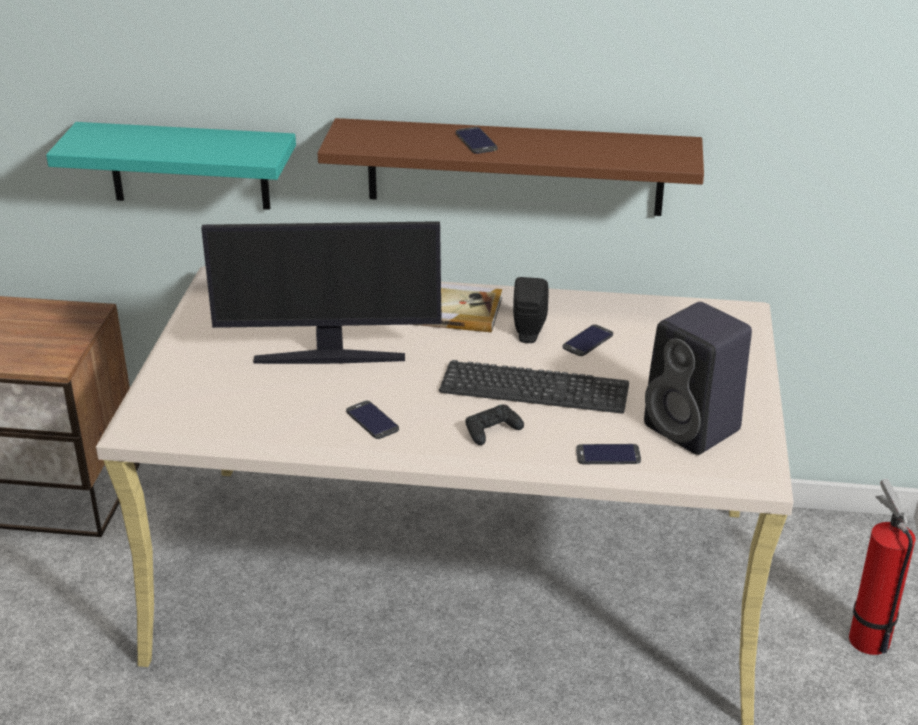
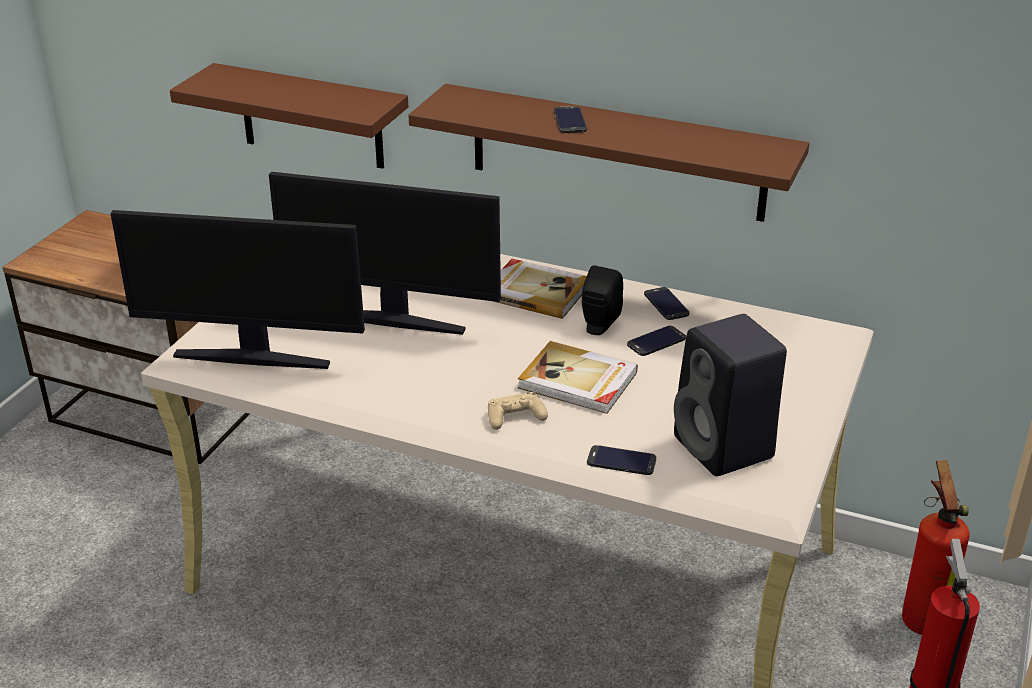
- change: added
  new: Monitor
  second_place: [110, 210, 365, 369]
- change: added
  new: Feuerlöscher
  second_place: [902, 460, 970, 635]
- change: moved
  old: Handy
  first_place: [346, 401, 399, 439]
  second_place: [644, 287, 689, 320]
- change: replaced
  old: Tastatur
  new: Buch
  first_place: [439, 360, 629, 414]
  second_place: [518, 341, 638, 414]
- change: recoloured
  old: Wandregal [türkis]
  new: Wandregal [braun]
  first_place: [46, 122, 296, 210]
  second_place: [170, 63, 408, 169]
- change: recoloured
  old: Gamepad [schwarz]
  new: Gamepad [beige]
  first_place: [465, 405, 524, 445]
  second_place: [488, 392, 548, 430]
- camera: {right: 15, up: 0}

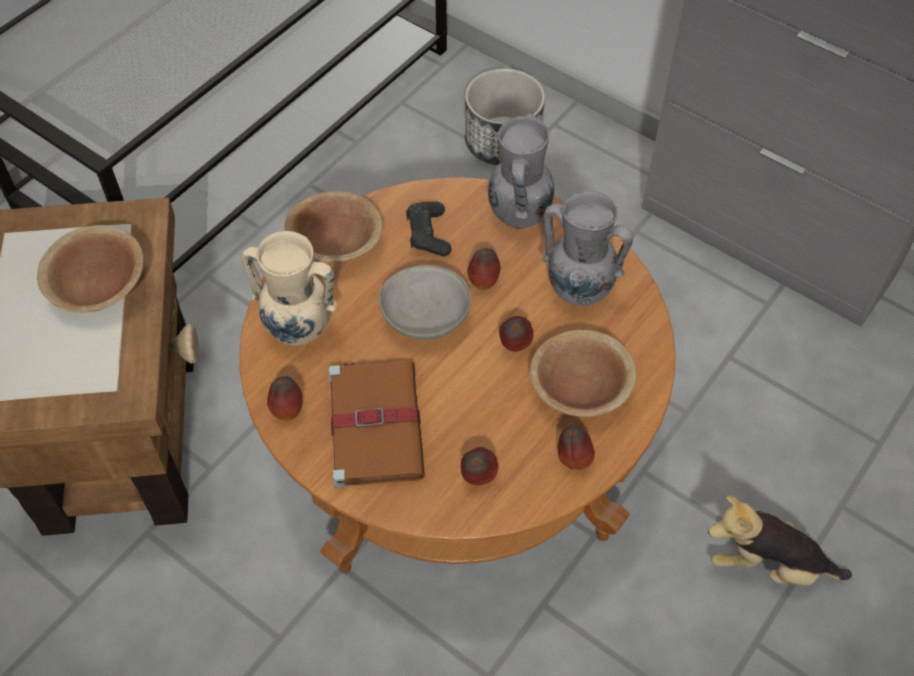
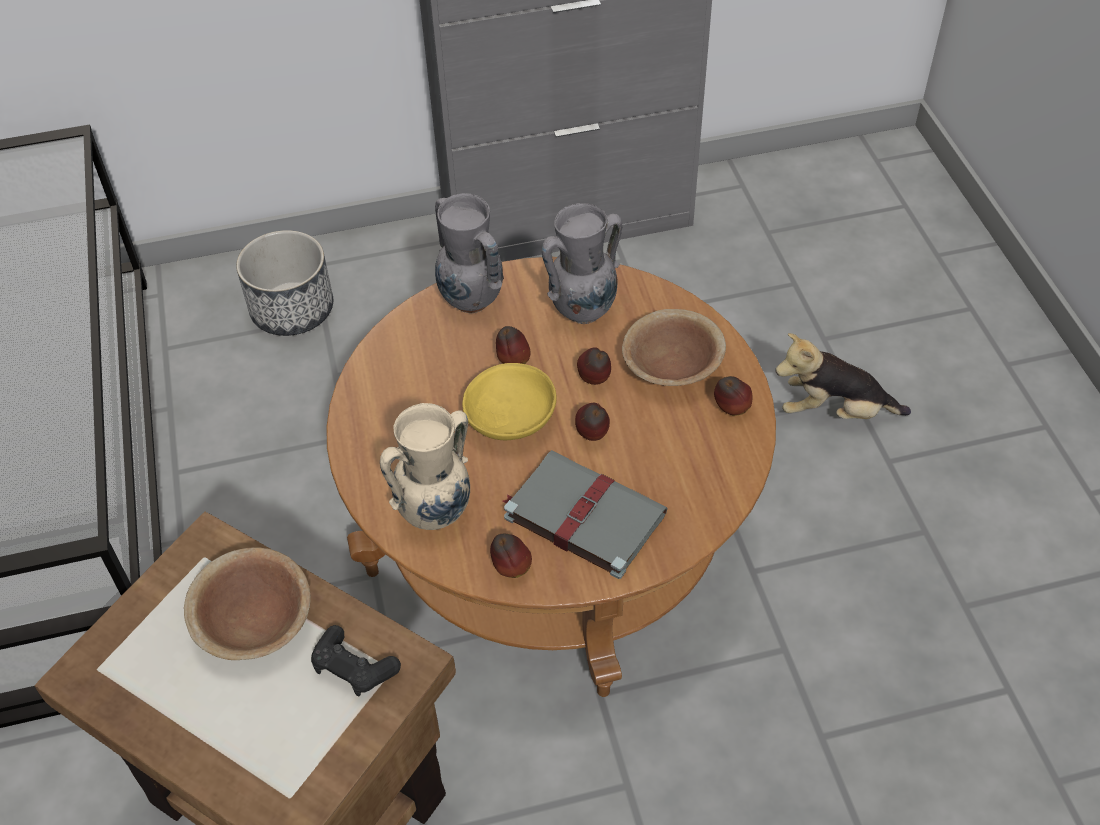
- change: removed
  old: Schüssel [braun]
  first_place: [285, 191, 383, 262]
- change: moved
  old: Gamepad [schwarz]
  first_place: [406, 202, 452, 256]
  second_place: [311, 625, 401, 696]
- change: moved
  old: Apfel
  first_place: [461, 447, 498, 485]
  second_place: [575, 403, 610, 441]
- change: recoloured
  old: Buch [braun]
  new: Buch [grau]
  first_place: [329, 361, 425, 488]
  second_place: [503, 450, 668, 579]
- change: recoloured
  old: Schüssel [grau]
  new: Schüssel [gelb]
  first_place: [379, 265, 471, 340]
  second_place: [462, 363, 557, 440]
- change: turned
  old: Plüschtier
  first_place: [708, 496, 852, 586]
  second_place: [775, 333, 911, 419]
  degrees: 45
- camera: {right: -50, up: -5}

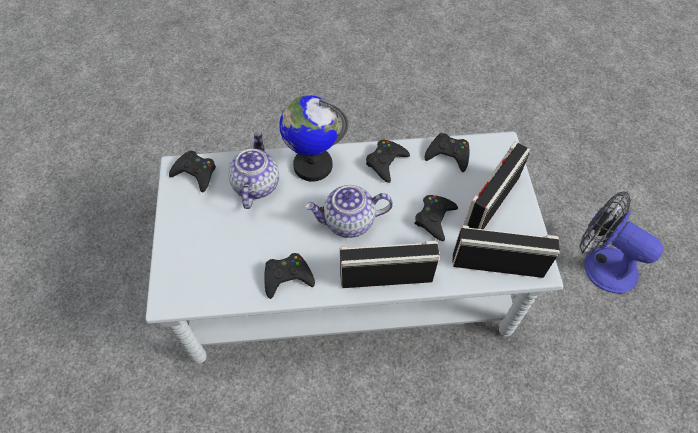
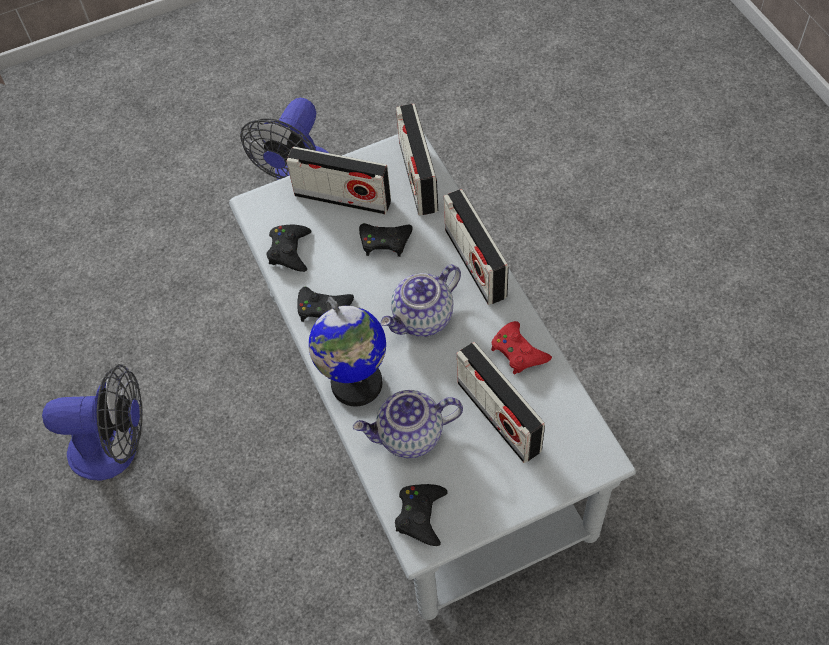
- change: added
  new: Ventilator
  second_place: [42, 364, 143, 481]
- change: added
  new: Radio
  second_place: [457, 342, 545, 463]
- change: recoloured
  old: Gamepad [schwarz]
  new: Gamepad [rot]
  first_place: [264, 253, 315, 299]
  second_place: [491, 321, 552, 374]
- change: turned
  old: Teekanne
  first_place: [305, 185, 393, 238]
  second_place: [380, 264, 461, 337]
  degrees: 75
- camera: {right: -105, up: 0}

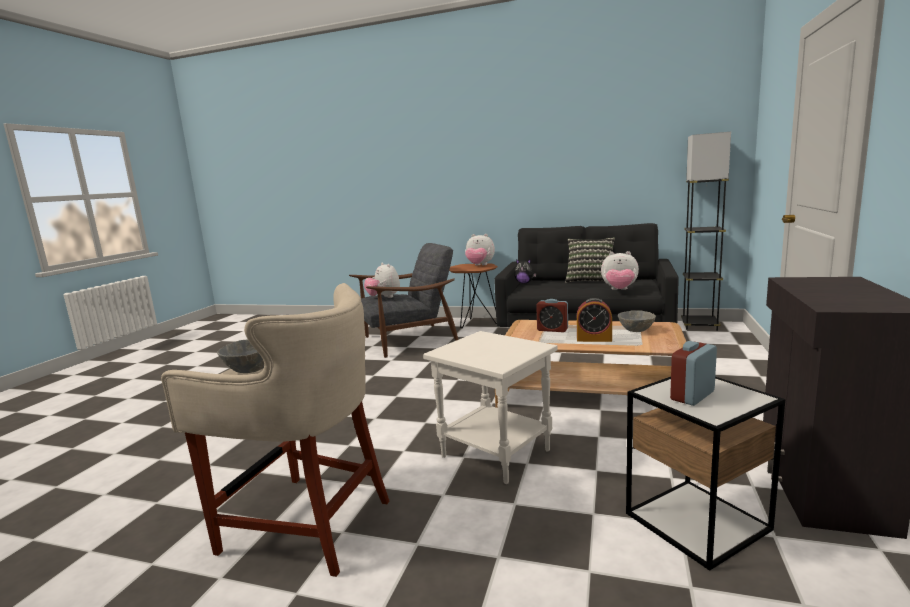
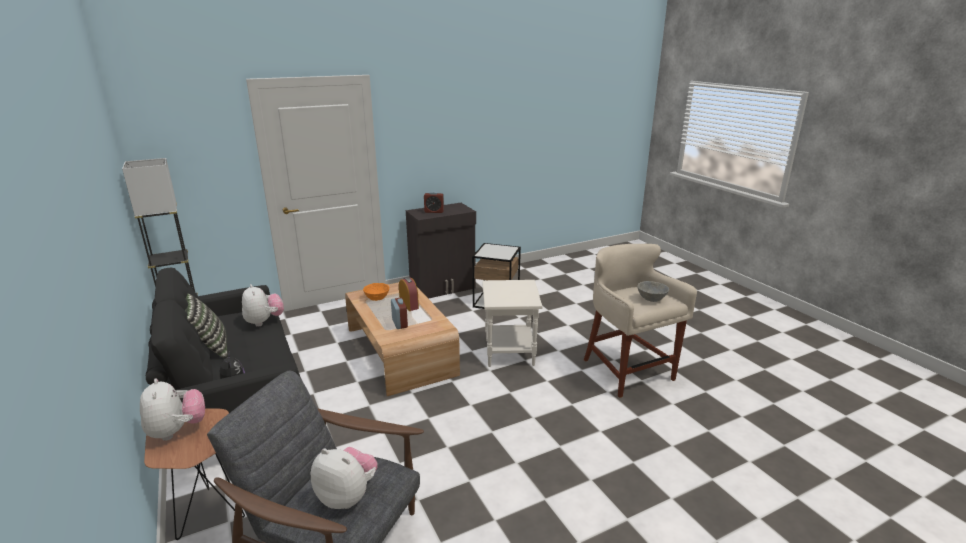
- change: moved
  old: Wecker
  first_place: [670, 341, 717, 406]
  second_place: [424, 191, 444, 213]
- change: recoloured
  old: Schüssel [grau]
  new: Schüssel [orange]
  first_place: [618, 310, 656, 332]
  second_place: [363, 283, 389, 301]
- change: turned
  old: Plüschtier
  first_place: [364, 263, 400, 298]
  second_place: [311, 447, 378, 509]
  degrees: -75
- camera: {right: -135, up: 10}

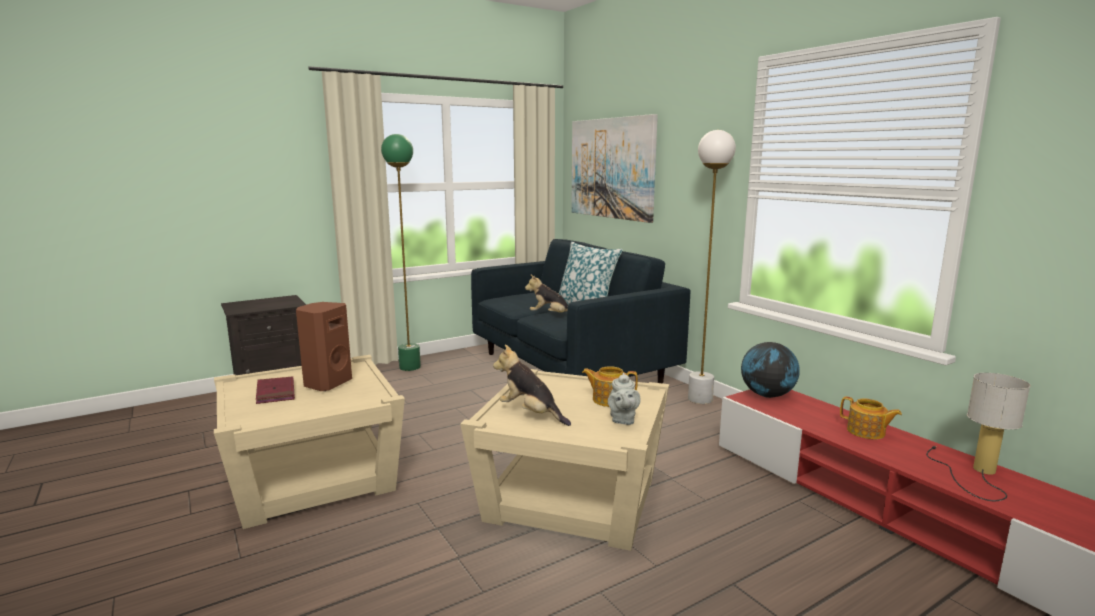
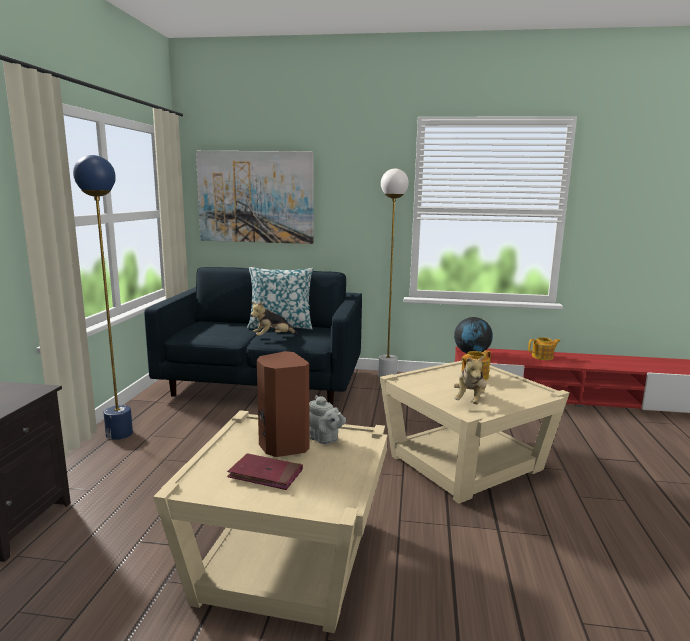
- change: removed
  old: Tischlampe
  first_place: [926, 373, 1031, 501]
- change: moved
  old: Teekanne [grau]
  first_place: [608, 373, 641, 425]
  second_place: [309, 395, 346, 444]
- change: recoloured
  old: Stehlampe [grün]
  new: Stehlampe [blau]
  first_place: [381, 134, 421, 371]
  second_place: [73, 155, 133, 440]
- change: turned
  old: Plüschtier
  first_place: [493, 345, 571, 426]
  second_place: [454, 355, 487, 404]
  degrees: -60
- camera: {right: -50, up: 0}

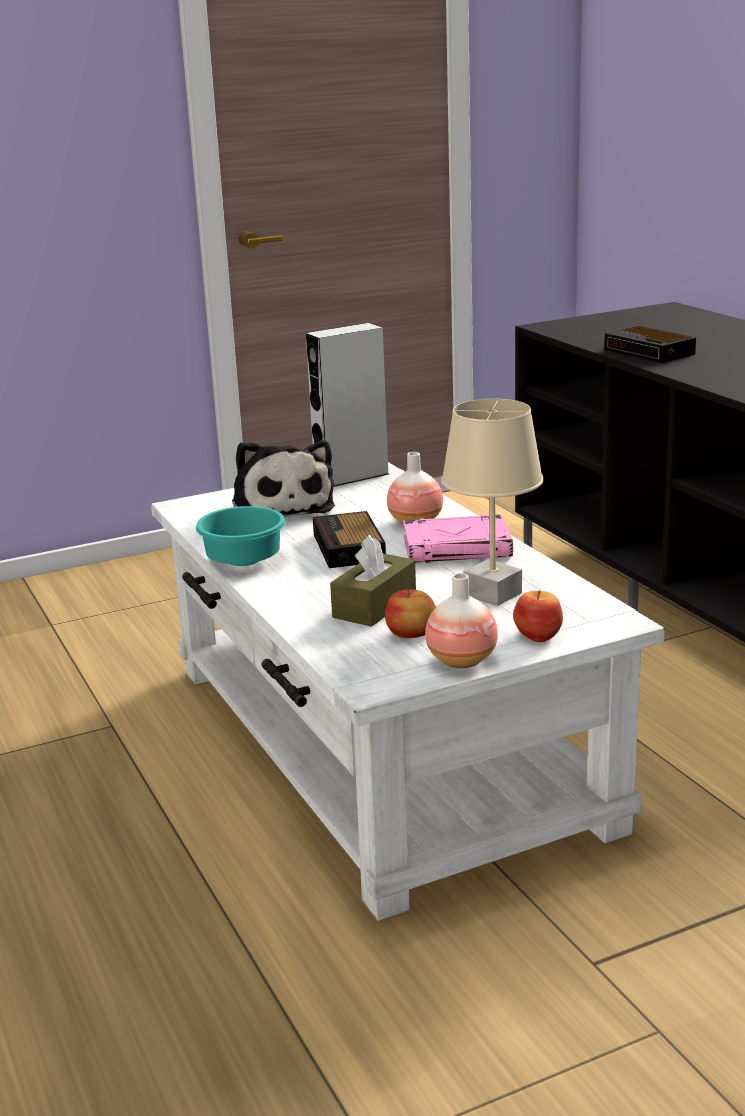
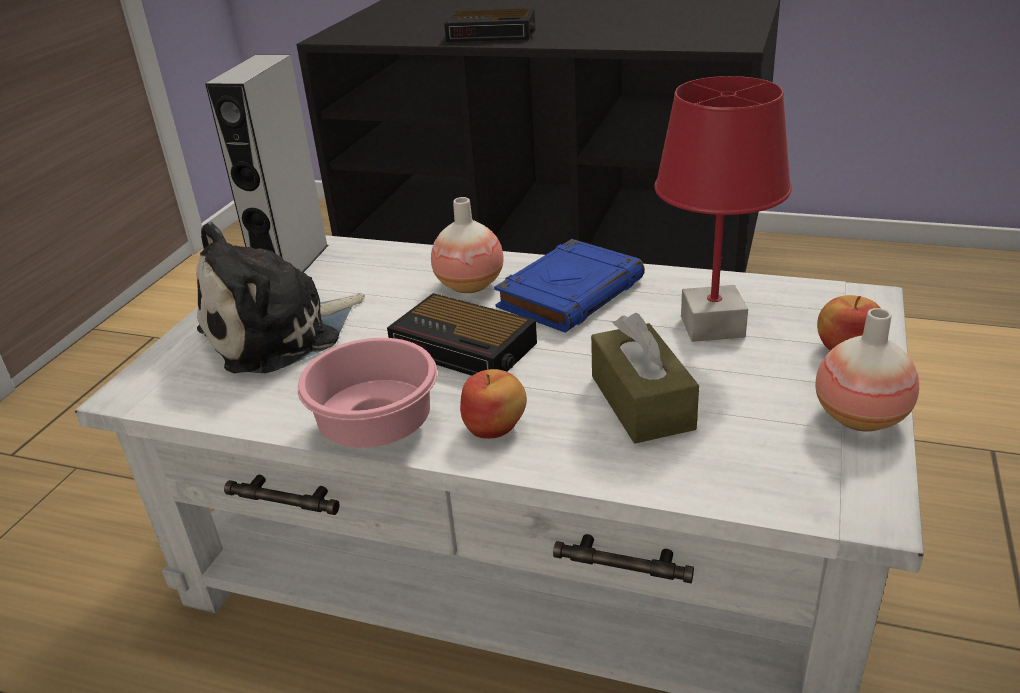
- change: moved
  old: Apfel
  first_place: [385, 588, 436, 638]
  second_place: [460, 369, 527, 439]
- change: recoloured
  old: Schüssel [türkis]
  new: Schüssel [rosa]
  first_place: [196, 506, 285, 566]
  second_place: [297, 338, 437, 448]
- change: recoloured
  old: Buch [rosa]
  new: Buch [blau]
  first_place: [403, 514, 513, 563]
  second_place: [494, 239, 645, 333]
- change: recoloured
  old: Tischlampe [beige]
  new: Tischlampe [rot]
  first_place: [441, 399, 544, 606]
  second_place: [654, 76, 792, 342]
- change: turned
  old: Plüschtier
  first_place: [232, 440, 335, 517]
  second_place: [196, 222, 365, 373]
  degrees: 120
- camera: {right: -45, up: 10}

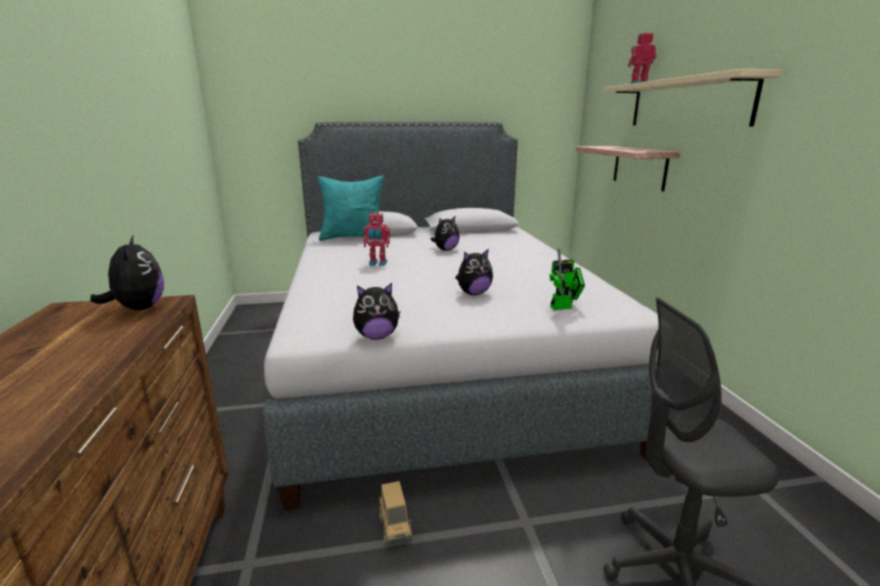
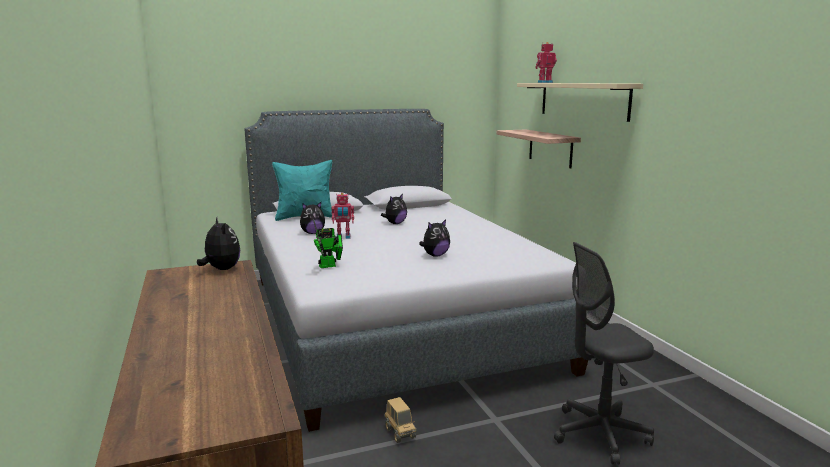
- change: moved
  old: Plüschtier
  first_place: [353, 283, 400, 340]
  second_place: [300, 202, 325, 234]
- change: moved
  old: Spielzeugroboter
  first_place: [549, 248, 585, 310]
  second_place: [313, 219, 343, 268]
- camera: {right: -10, up: -5}

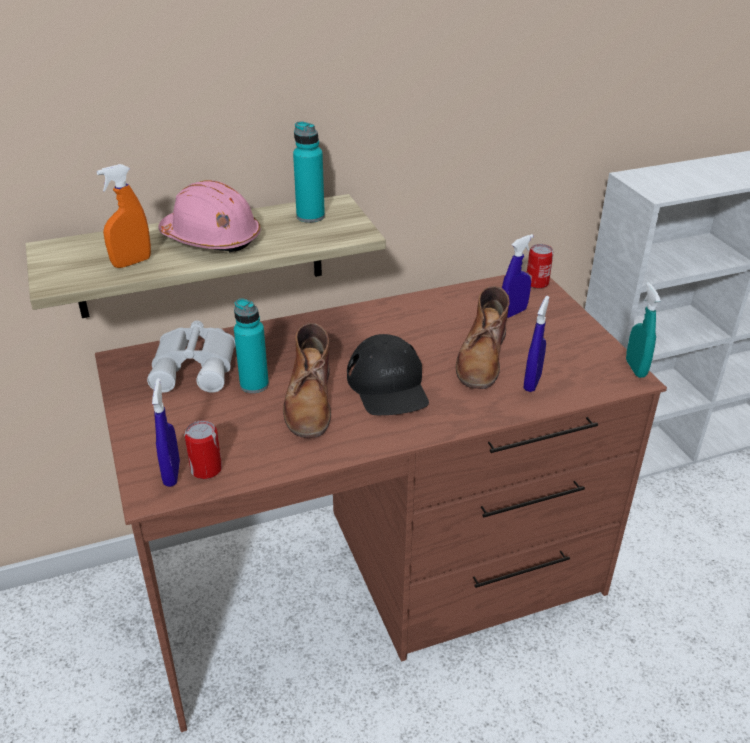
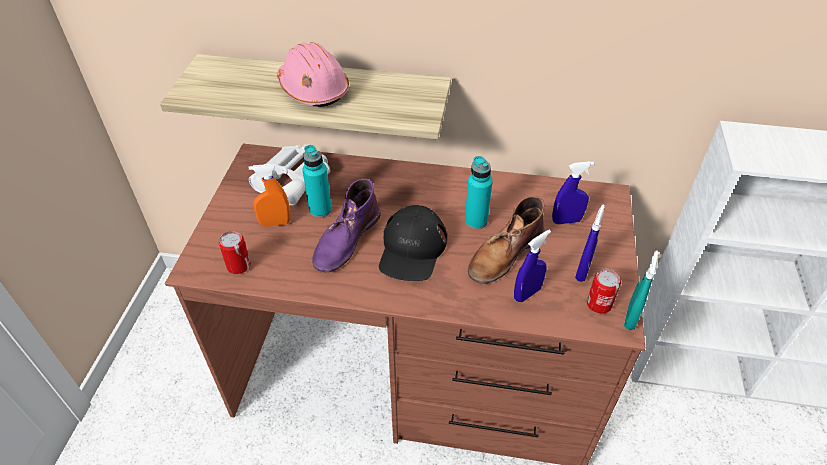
- change: moved
  old: Sprühflasche [orange]
  first_place: [96, 164, 151, 268]
  second_place: [249, 164, 290, 227]
- change: moved
  old: Sprühflasche [blau]
  first_place: [152, 378, 180, 487]
  second_place: [575, 205, 605, 282]
- change: moved
  old: Flasche [türkis]
  first_place: [293, 121, 325, 223]
  second_place: [465, 156, 493, 229]
- change: moved
  old: Dose
  first_place: [527, 244, 554, 289]
  second_place: [587, 269, 621, 314]
- change: recoloured
  old: Stiefel [braun]
  new: Stiefel [lila]
  first_place: [283, 322, 331, 438]
  second_place: [312, 179, 381, 273]
- camera: {right: 30, up: 10}

